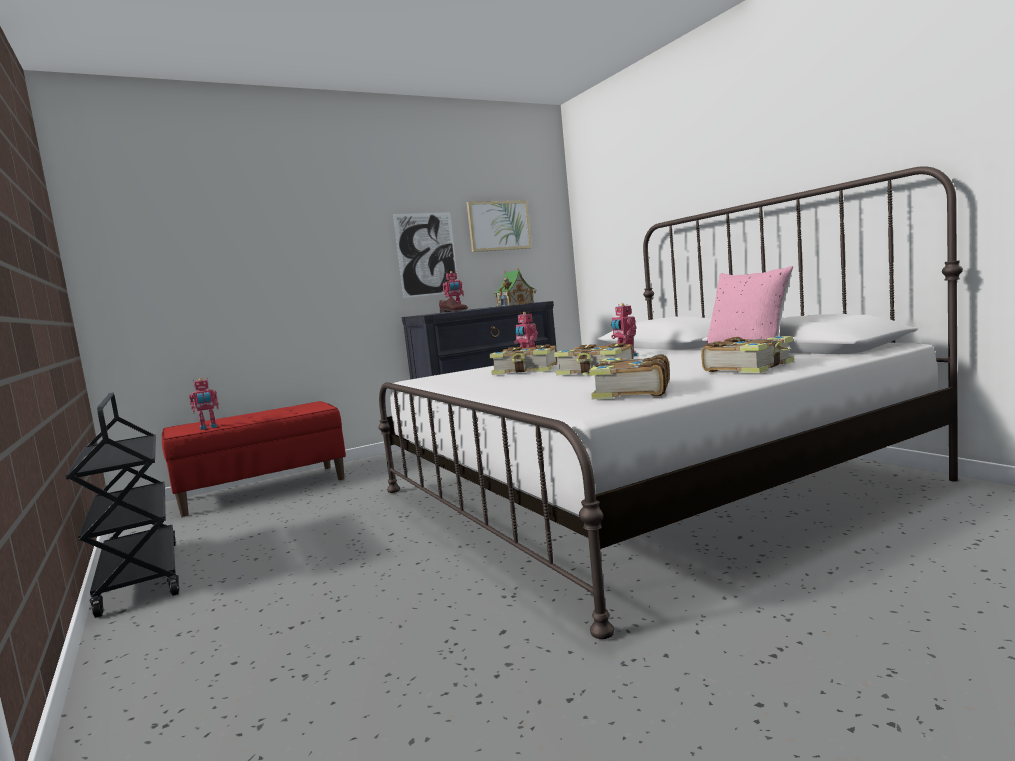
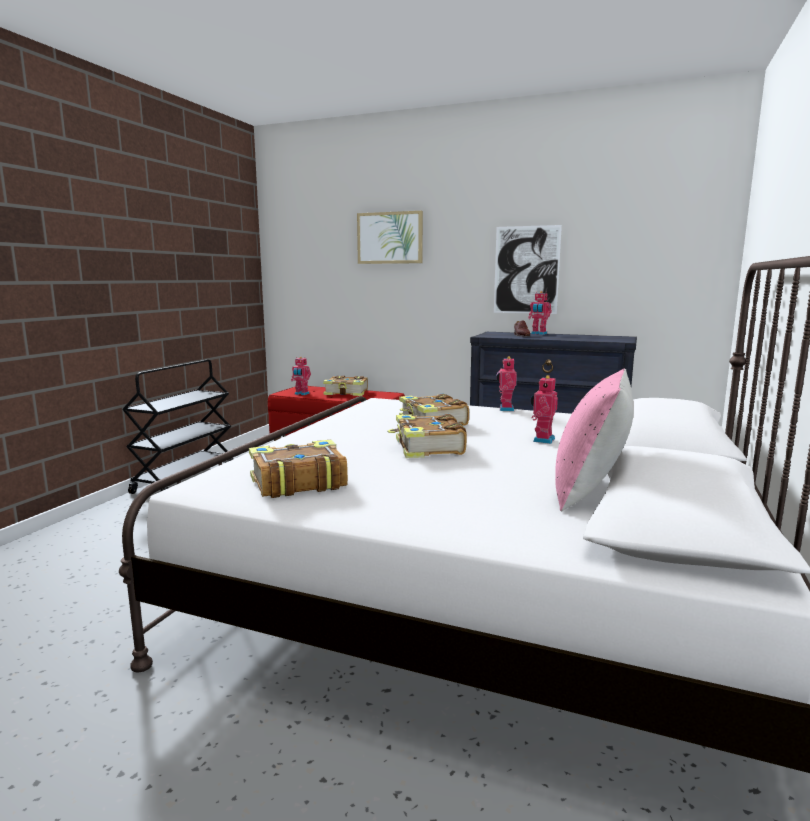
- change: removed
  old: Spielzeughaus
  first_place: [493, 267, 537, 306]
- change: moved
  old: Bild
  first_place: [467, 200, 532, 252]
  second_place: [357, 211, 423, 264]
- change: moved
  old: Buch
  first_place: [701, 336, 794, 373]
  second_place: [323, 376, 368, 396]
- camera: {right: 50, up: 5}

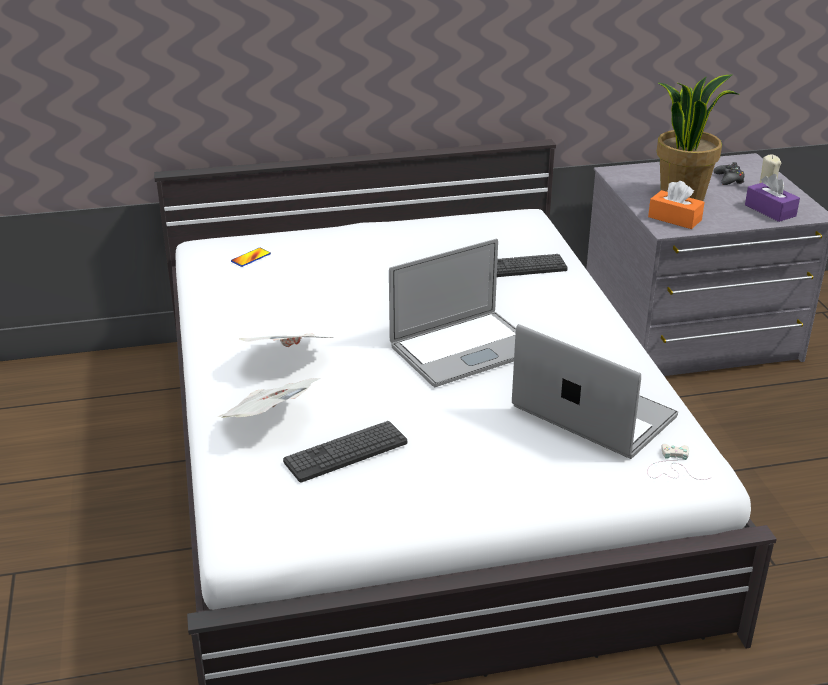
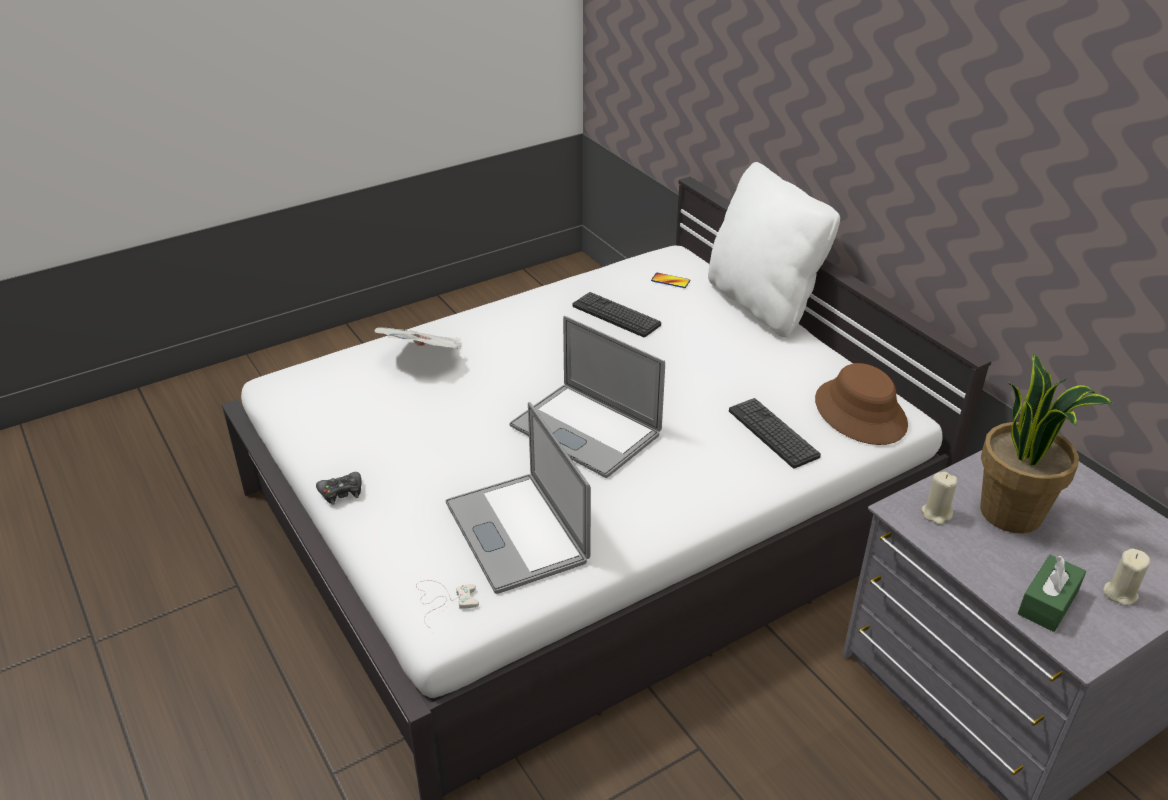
- change: removed
  old: Zeitung
  first_place: [239, 333, 332, 347]
- change: added
  new: Kissen [weiß]
  second_place: [708, 162, 840, 337]
- change: added
  new: Hut [braun]
  second_place: [815, 363, 908, 445]
- change: moved
  old: Tastatur
  first_place: [283, 421, 407, 483]
  second_place: [572, 292, 661, 337]
- change: moved
  old: Gamepad [schwarz]
  first_place: [713, 162, 745, 185]
  second_place: [316, 472, 362, 505]
- change: replaced
  old: Taschentuchbox [orange]
  new: Kerze [beige]
  first_place: [648, 181, 705, 229]
  second_place: [922, 472, 957, 525]
- change: recoloured
  old: Taschentuchbox [lila]
  new: Taschentuchbox [grün]
  first_place: [745, 174, 800, 222]
  second_place: [1018, 554, 1086, 632]
- change: turned
  old: Laptop
  first_place: [512, 324, 678, 459]
  second_place: [446, 402, 591, 594]
  degrees: 135
- camera: {right: 70, up: 5}

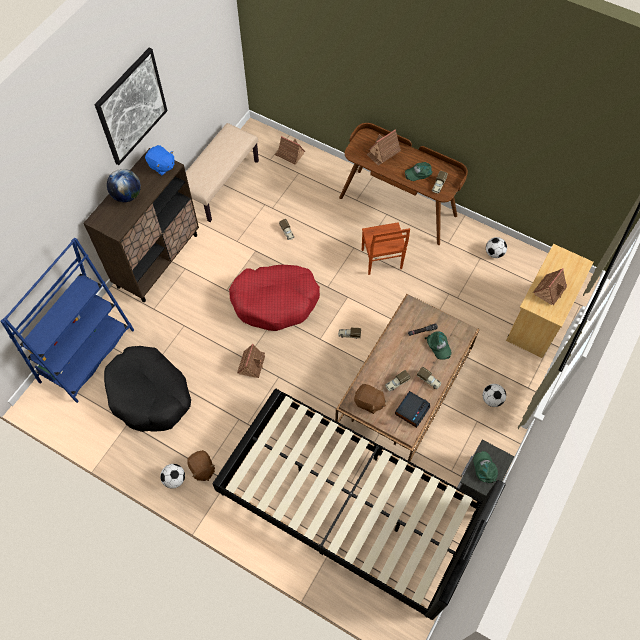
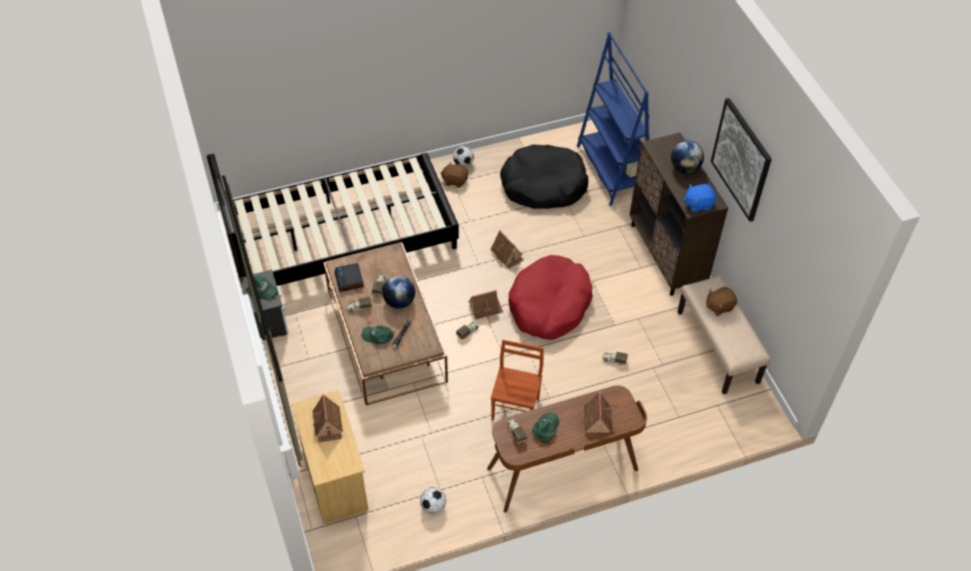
- change: removed
  old: Fußball
  first_place: [483, 384, 506, 407]
- change: added
  new: Globus
  second_place: [382, 275, 415, 309]
- change: moved
  old: Spielzeughaus
  first_place: [275, 136, 305, 165]
  second_place: [469, 290, 503, 320]
- change: moved
  old: Plüschtier [braun]
  first_place: [354, 384, 386, 414]
  second_place: [706, 287, 737, 316]
- change: turned
  old: Stuhl [braun]
  first_place: [362, 222, 410, 275]
  second_place: [491, 340, 544, 421]
  degrees: 75
- camera: {right: 130, up: -10}

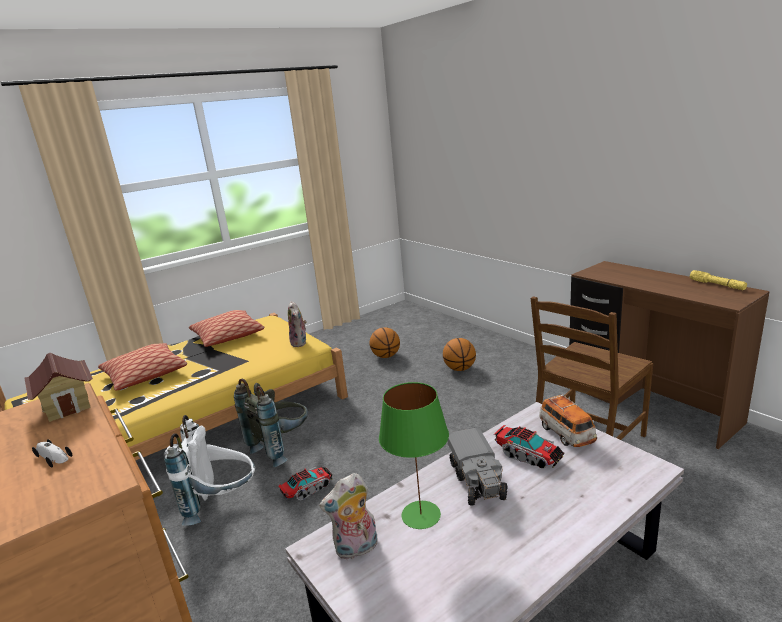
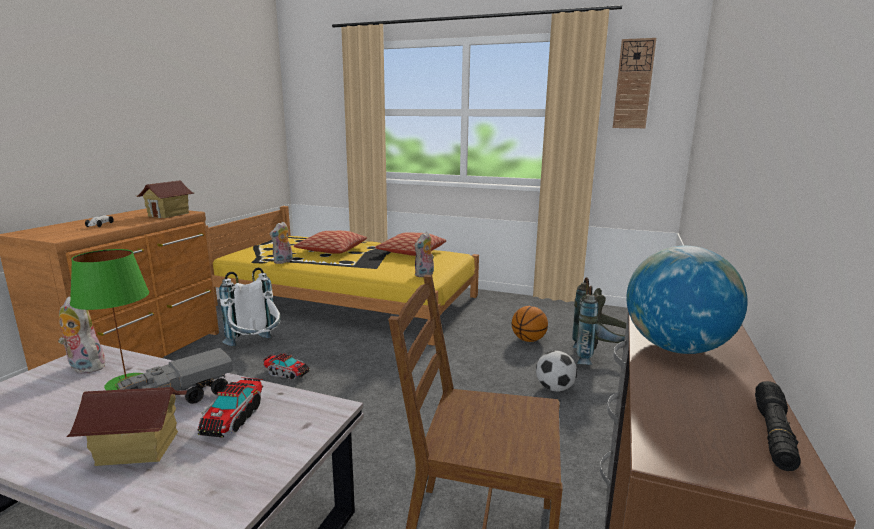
- change: removed
  old: Spielzeugauto
  first_place: [539, 395, 597, 447]
- change: added
  new: Spielzeughaus
  second_place: [67, 387, 187, 466]
- change: added
  new: Plüschtier
  second_place: [270, 222, 293, 264]
- change: added
  new: Wanduhr
  second_place: [613, 38, 656, 128]
- change: added
  new: Globus
  second_place: [626, 246, 748, 354]
- change: moved
  old: Rucksack [grau]
  first_place: [234, 379, 308, 468]
  second_place: [572, 277, 626, 365]
- change: replaced
  old: Basketball
  new: Fußball
  first_place: [443, 338, 476, 371]
  second_place: [536, 351, 577, 392]
- change: recoloured
  old: Taschenlampe [gelb]
  new: Taschenlampe [schwarz]
  first_place: [690, 270, 747, 290]
  second_place: [755, 381, 801, 471]
- camera: {right: 55, up: -5}

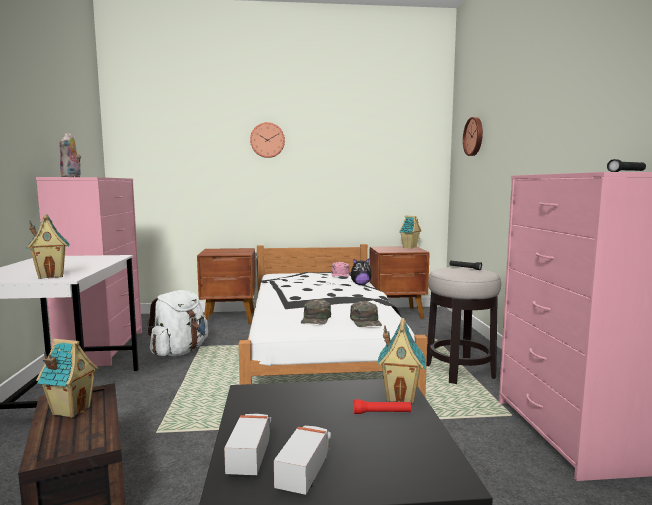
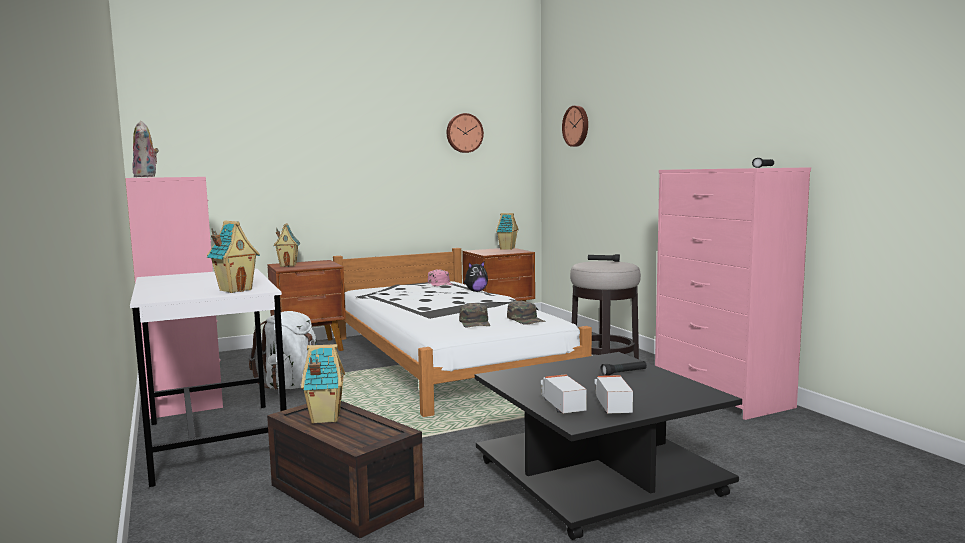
- change: moved
  old: Wanduhr
  first_place: [250, 122, 285, 158]
  second_place: [447, 113, 484, 153]
- change: moved
  old: Spielzeughaus
  first_place: [377, 318, 425, 404]
  second_place: [274, 223, 301, 267]
- change: recoloured
  old: Taschenlampe [rot]
  new: Taschenlampe [schwarz]
  first_place: [354, 400, 411, 414]
  second_place: [601, 361, 647, 376]
- camera: {right: -20, up: 0}

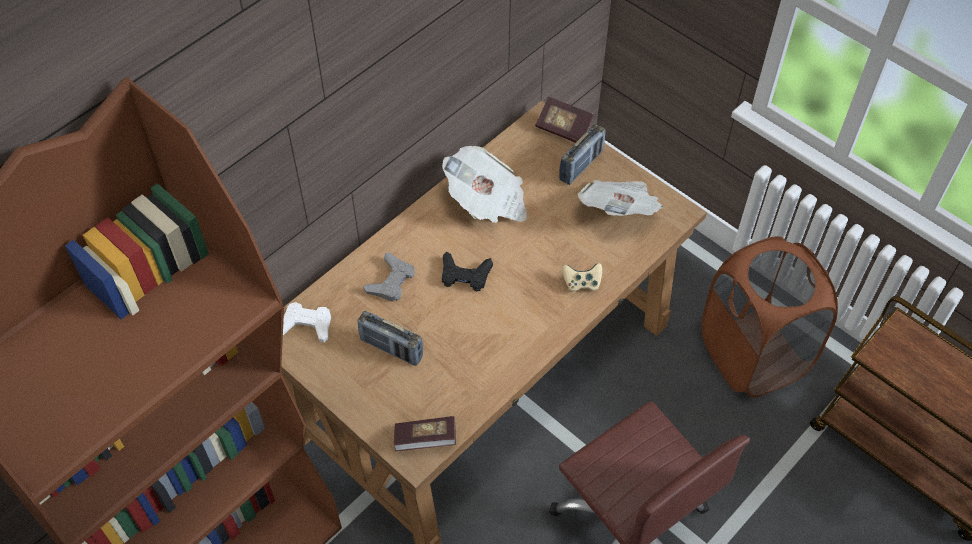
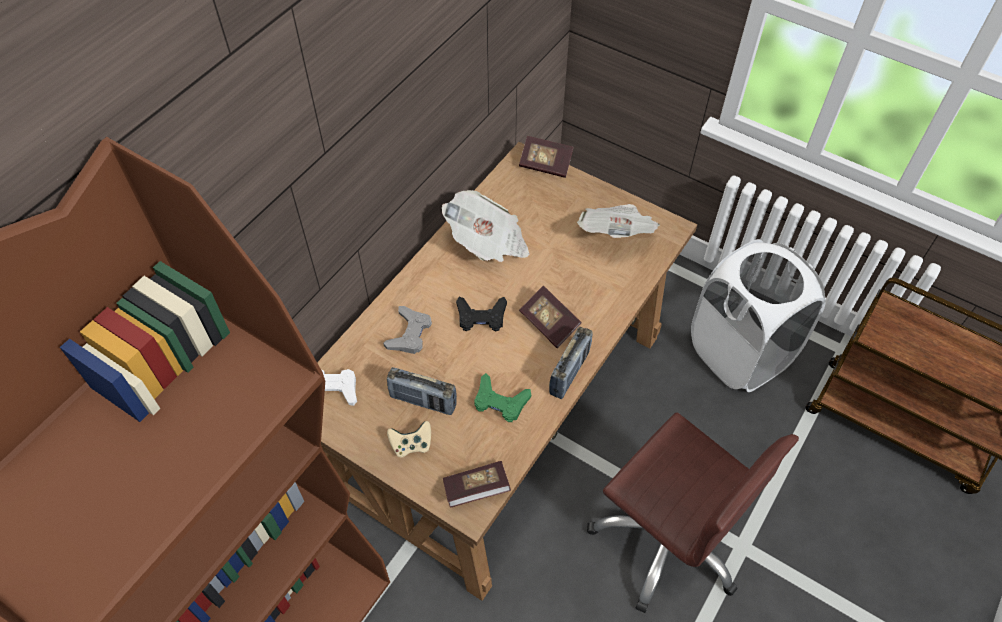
- change: added
  new: Gamepad [grün]
  second_place: [474, 373, 531, 422]
- change: added
  new: Buch
  second_place: [519, 286, 582, 348]
- change: moved
  old: Radio
  first_place: [559, 124, 606, 185]
  second_place: [549, 327, 593, 399]
- change: moved
  old: Gamepad [beige]
  first_place: [562, 263, 602, 292]
  second_place: [387, 421, 431, 457]
- change: recoloured
  old: Wäschekorb [braun]
  new: Wäschekorb [weiß]
  first_place: [702, 236, 838, 398]
  second_place: [691, 239, 825, 392]
- camera: {right: -10, up: 0}

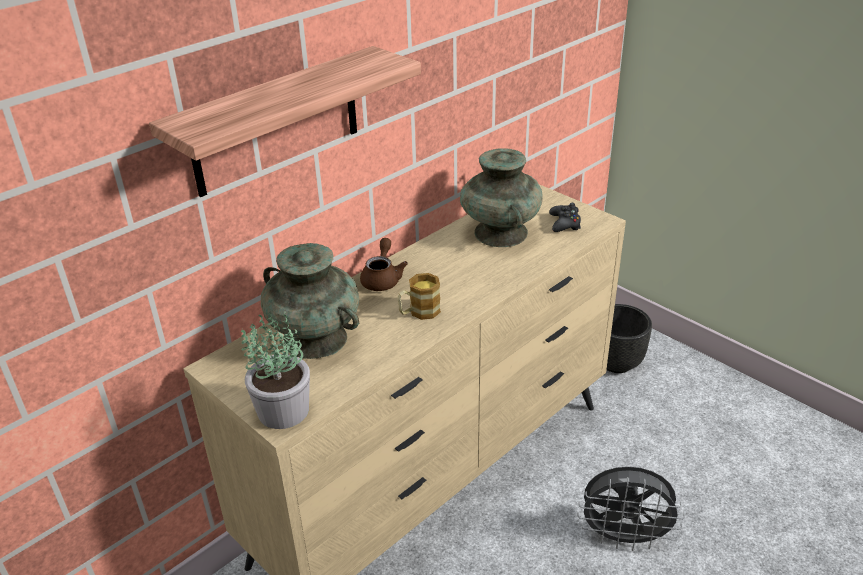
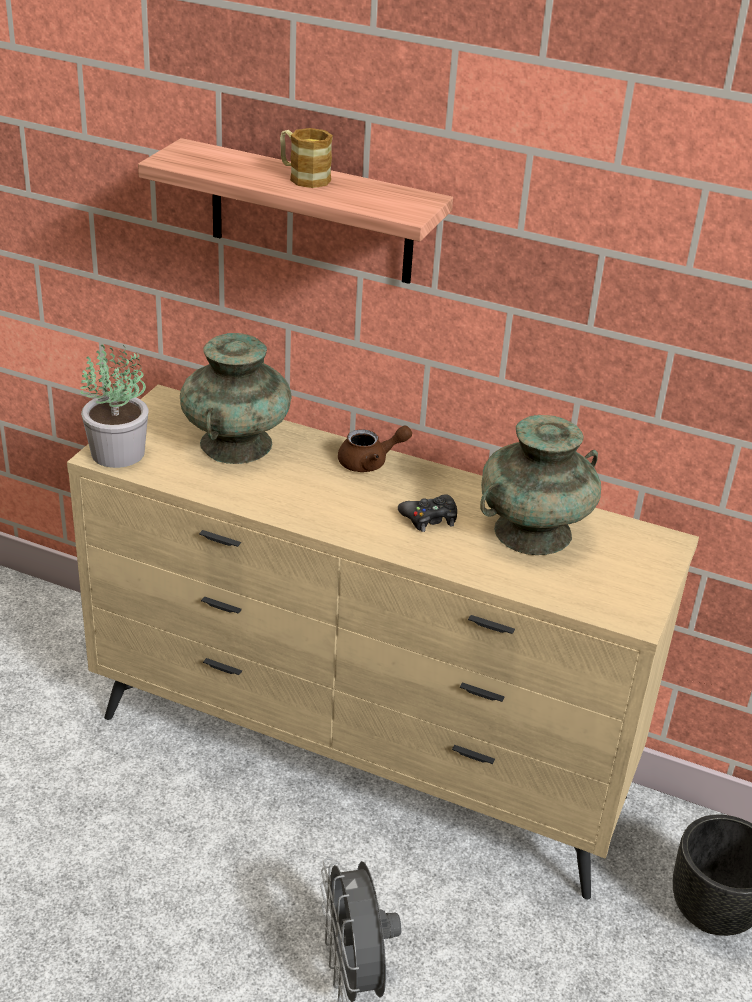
- change: moved
  old: Henkelbecher
  first_place: [397, 273, 441, 320]
  second_place: [280, 128, 333, 188]
- change: moved
  old: Gamepad [schwarz]
  first_place: [549, 203, 581, 232]
  second_place: [398, 494, 457, 532]
- camera: {right: 65, up: 0}

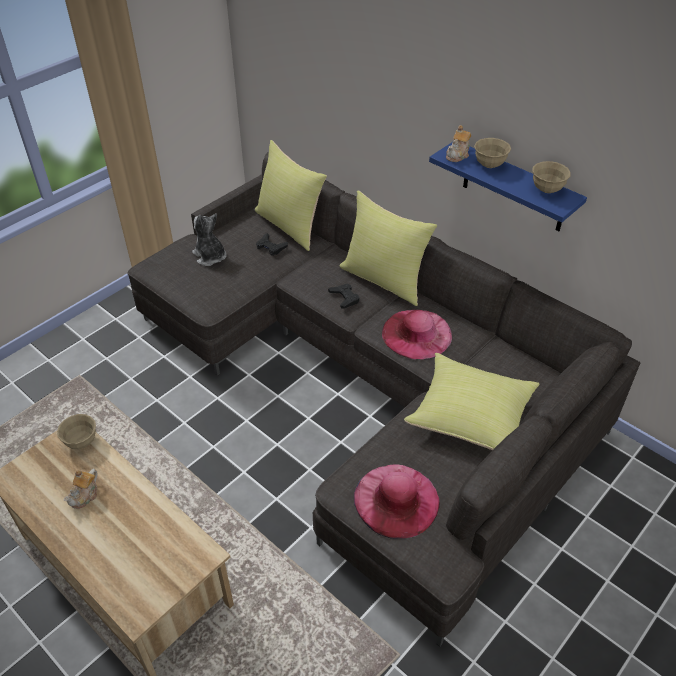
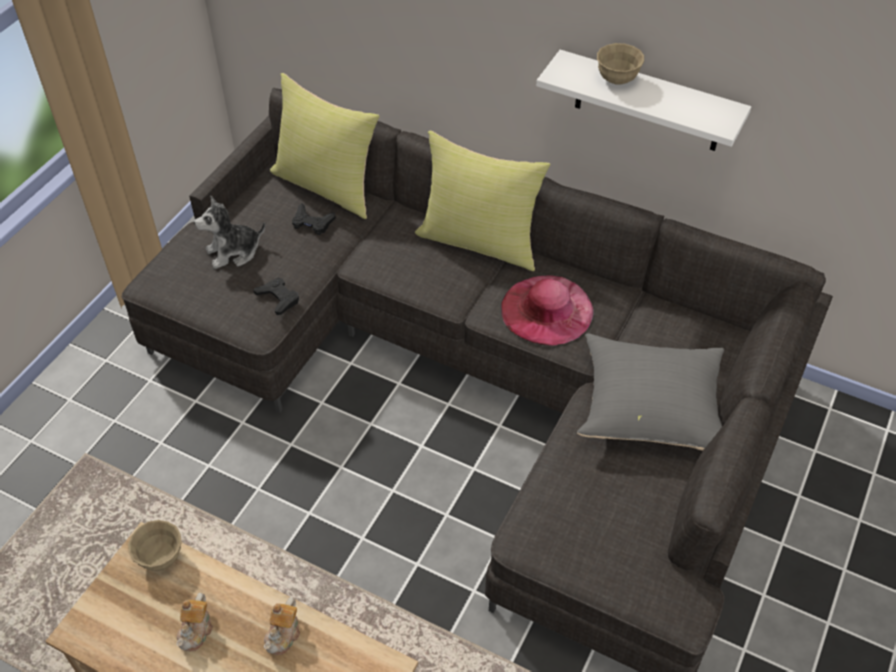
- change: removed
  old: Hut [rosa]
  first_place: [354, 464, 440, 539]
- change: removed
  old: Schüssel [beige]
  first_place: [532, 161, 571, 193]
- change: moved
  old: Gamepad [schwarz]
  first_place: [328, 284, 359, 309]
  second_place: [253, 278, 299, 315]
- change: moved
  old: Teekanne
  first_place: [446, 125, 471, 162]
  second_place: [264, 597, 300, 655]
- change: recoloured
  old: Kissen [gelb]
  new: Kissen [grau]
  first_place: [404, 353, 540, 450]
  second_place: [577, 333, 724, 450]
- change: recoloured
  old: Wandregal [blau]
  new: Wandregal [weiß]
  first_place: [429, 142, 587, 231]
  second_place: [536, 50, 751, 151]
- change: turned
  old: Plüschtier
  first_place: [192, 213, 227, 266]
  second_place: [194, 196, 265, 269]
  degrees: -60
- camera: {right: -15, up: 5}

